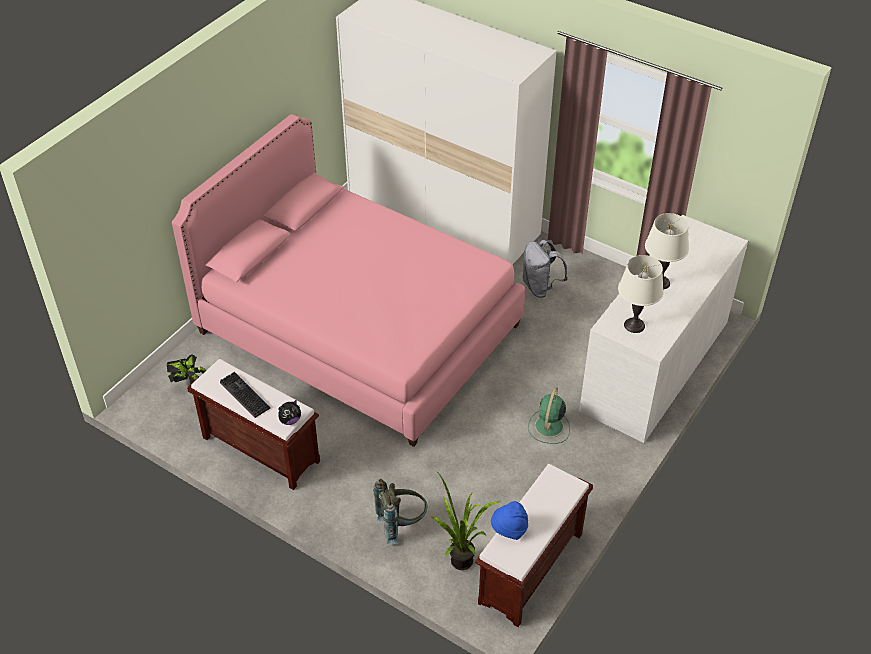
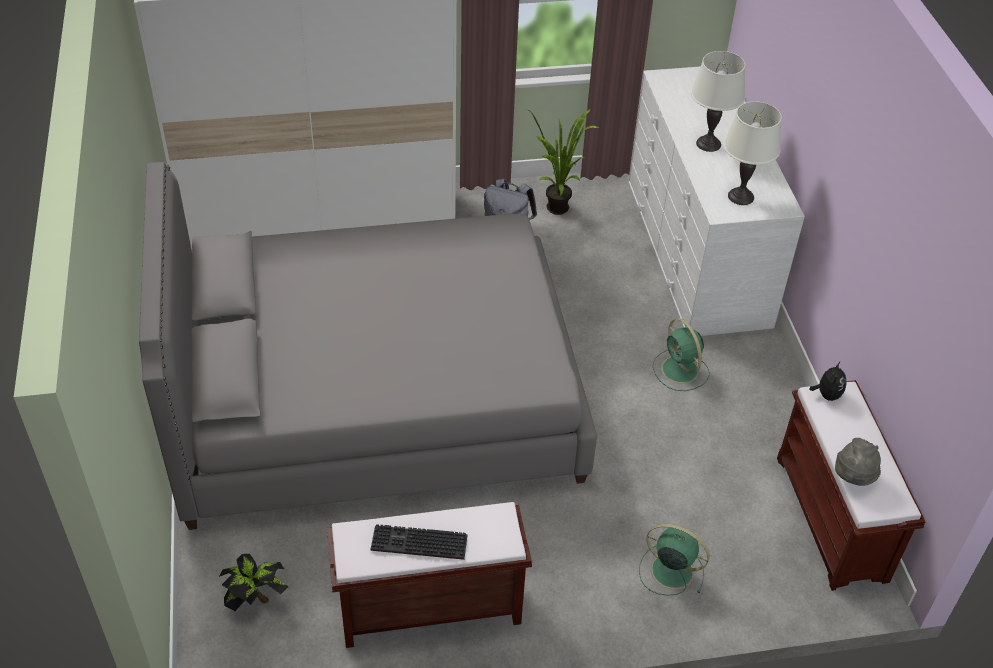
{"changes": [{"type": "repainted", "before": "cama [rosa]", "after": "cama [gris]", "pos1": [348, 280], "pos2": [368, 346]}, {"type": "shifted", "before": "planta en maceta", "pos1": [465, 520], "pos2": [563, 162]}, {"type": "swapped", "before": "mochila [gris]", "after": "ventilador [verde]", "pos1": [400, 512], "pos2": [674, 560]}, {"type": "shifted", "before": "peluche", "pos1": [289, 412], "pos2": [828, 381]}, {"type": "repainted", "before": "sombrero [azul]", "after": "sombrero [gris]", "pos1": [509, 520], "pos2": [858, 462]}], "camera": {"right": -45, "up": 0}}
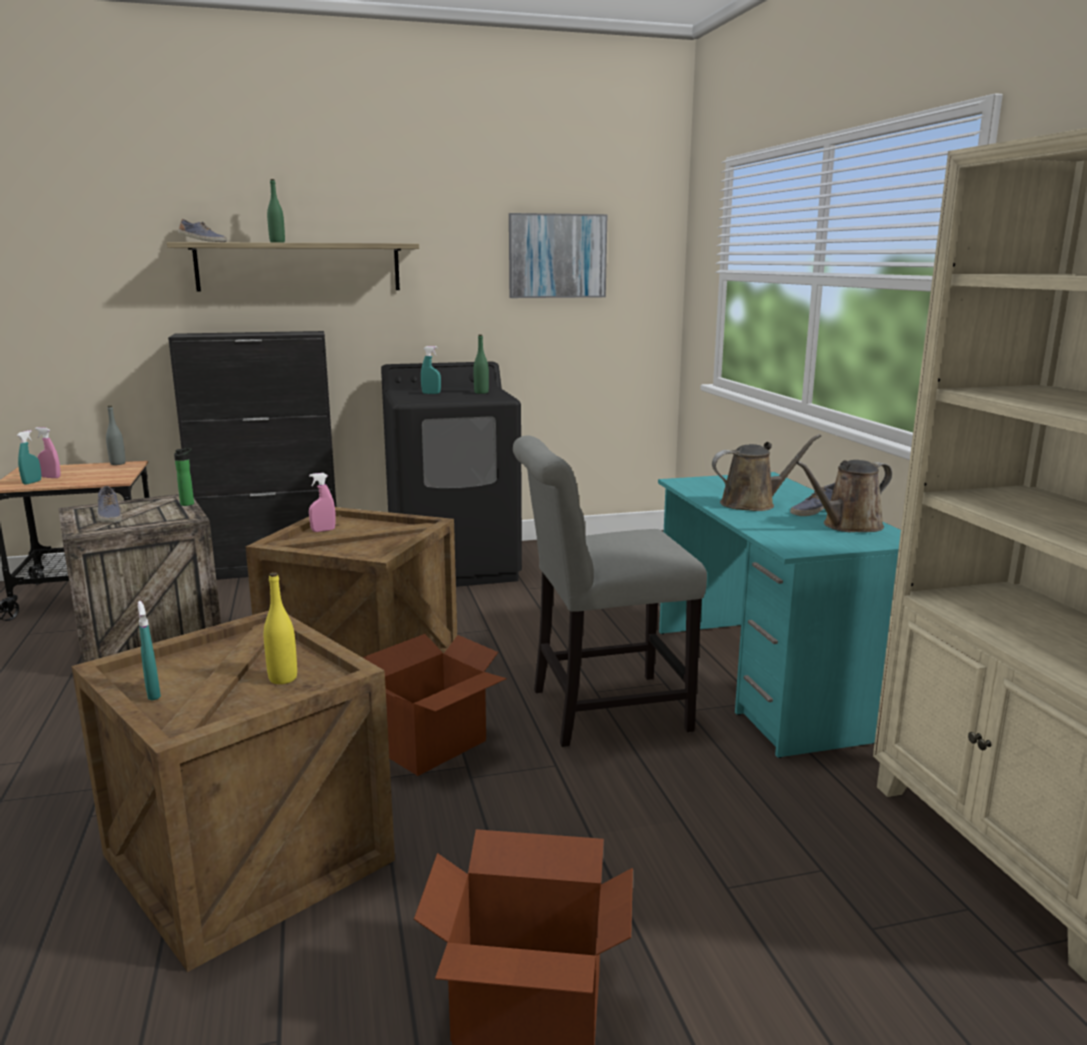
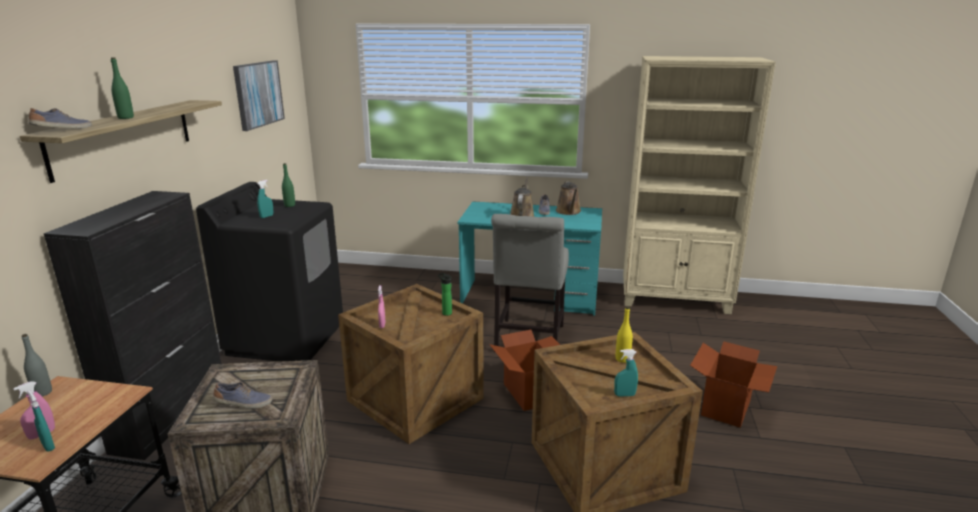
{"changes": [{"type": "shifted", "before": "botella", "pos1": [184, 477], "pos2": [445, 294]}], "camera": {"right": -65, "up": 5}}
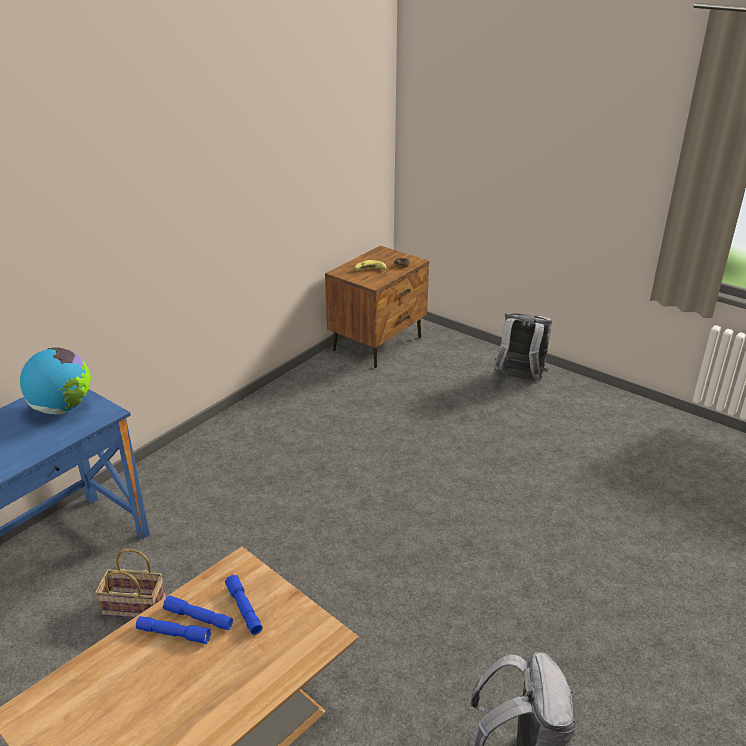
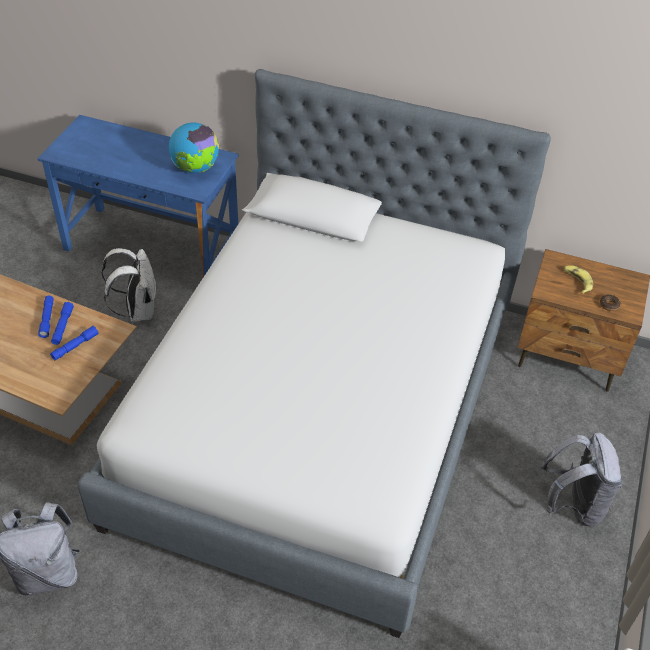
{"changes": [{"type": "new", "after": "cama", "pos2": [314, 353]}, {"type": "swapped", "before": "cesta", "after": "mochila [blanco]", "pos1": [130, 583], "pos2": [129, 285]}], "camera": {"right": 70, "up": 15}}
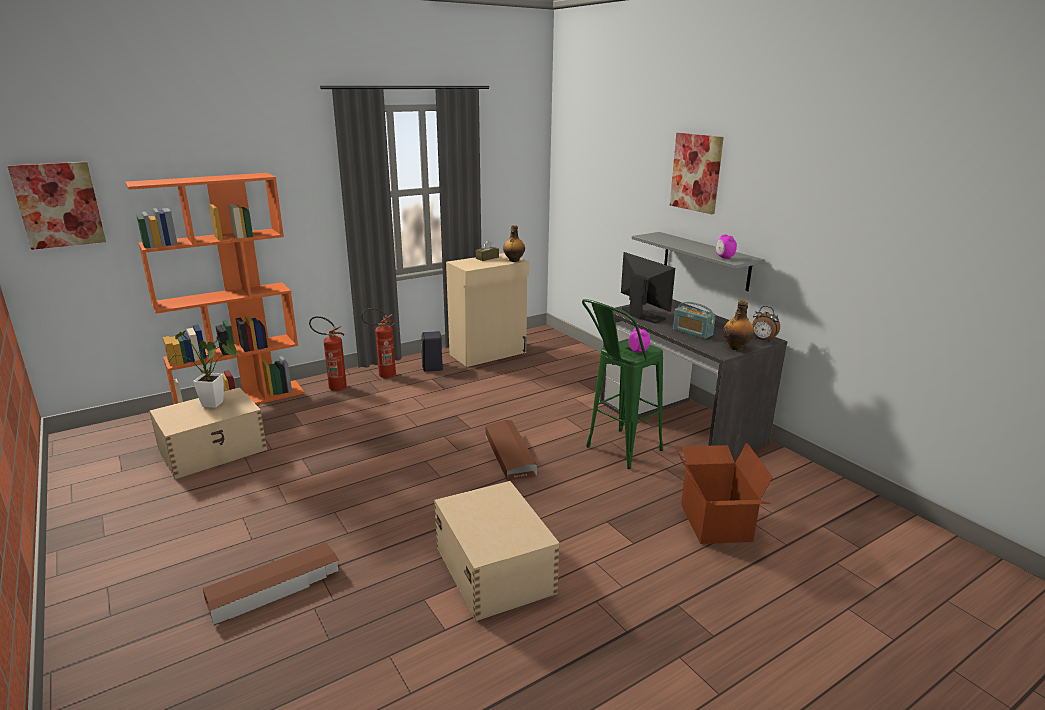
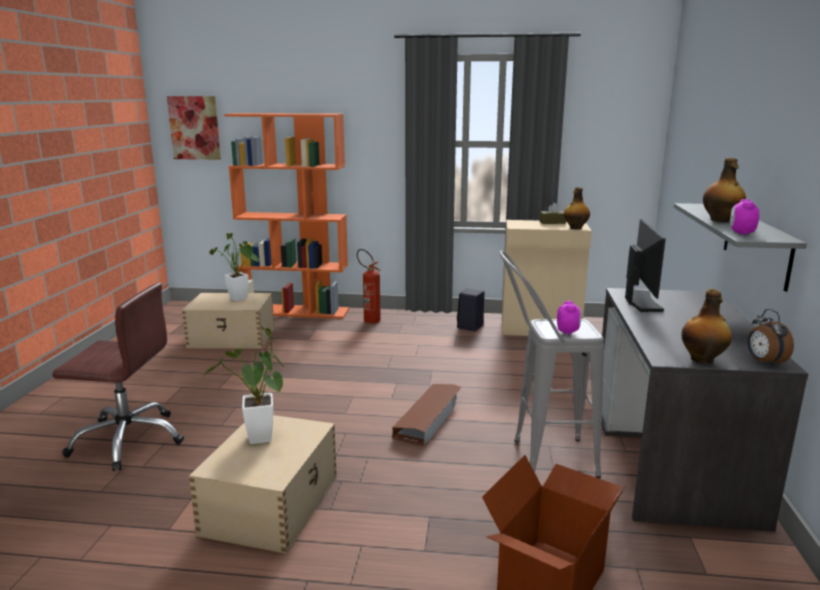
{"changes": [{"type": "swapped", "before": "caja de almacenaje [marrón]", "after": "silla de oficina [marrón]", "pos1": [271, 584], "pos2": [118, 377]}, {"type": "new", "after": "planta en maceta", "pos2": [243, 385]}, {"type": "repainted", "before": "taburete [verde]", "after": "taburete [gris]", "pos1": [622, 384], "pos2": [551, 364]}, {"type": "new", "after": "botella", "pos2": [724, 190]}, {"type": "gone", "before": "extintor", "pos1": [378, 343]}, {"type": "gone", "before": "cuadro", "pos1": [697, 173]}, {"type": "gone", "before": "radio", "pos1": [694, 320]}], "camera": {"right": 40, "up": -5}}
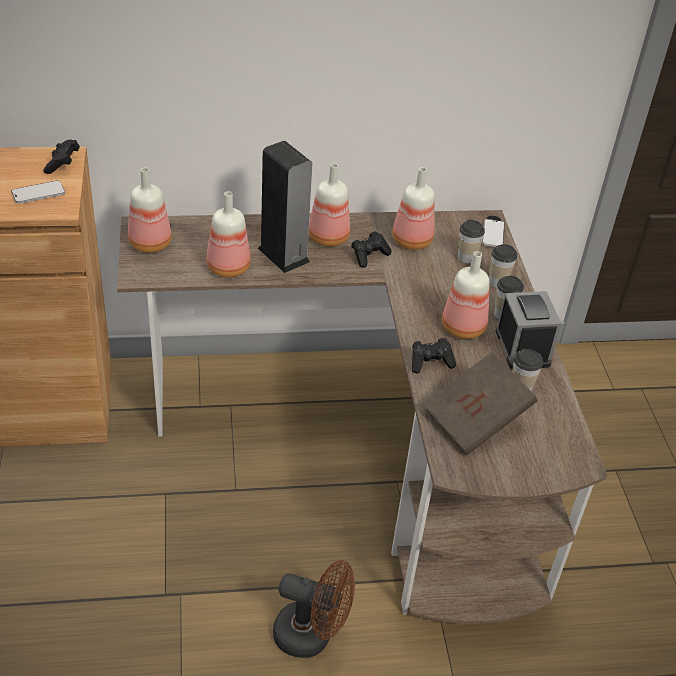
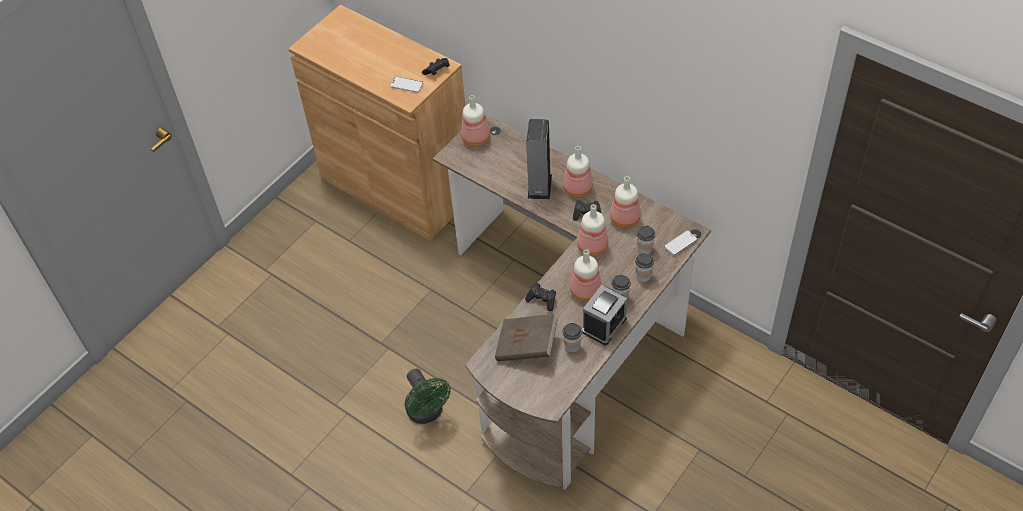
{"changes": [{"type": "repainted", "before": "ventilador [marrón]", "after": "ventilador [verde]", "pos1": [314, 609], "pos2": [428, 396]}, {"type": "shifted", "before": "botella", "pos1": [228, 234], "pos2": [592, 230]}], "camera": {"right": 50, "up": 10}}
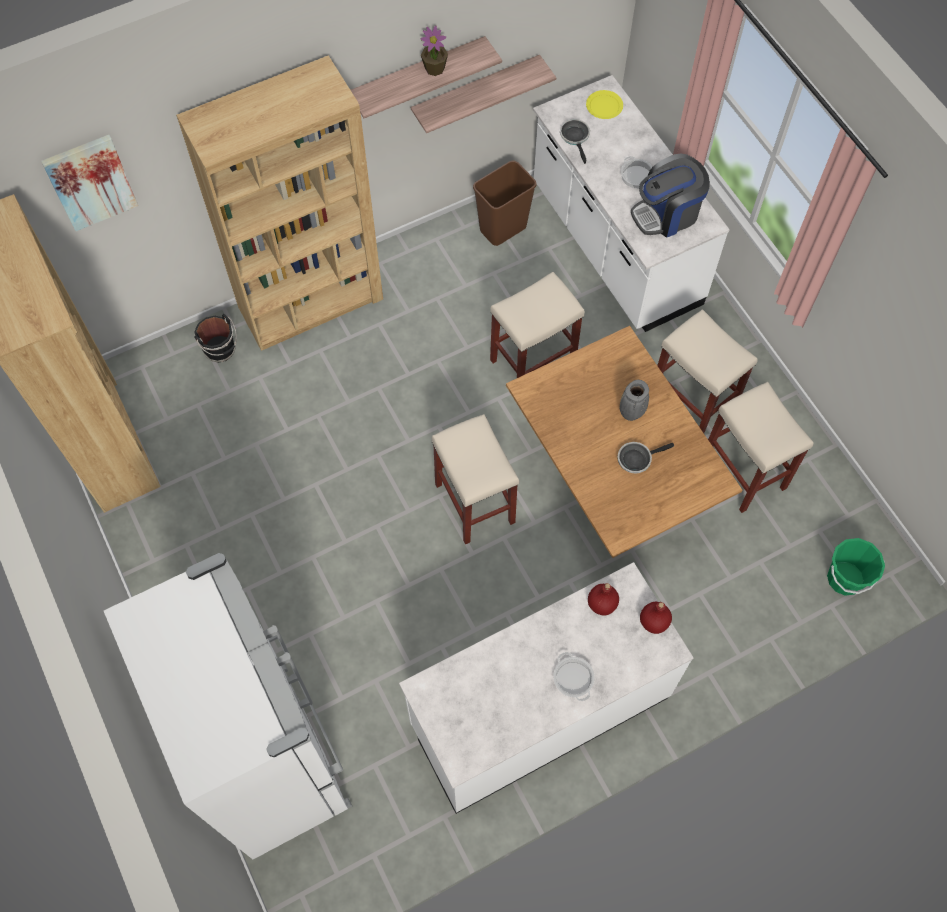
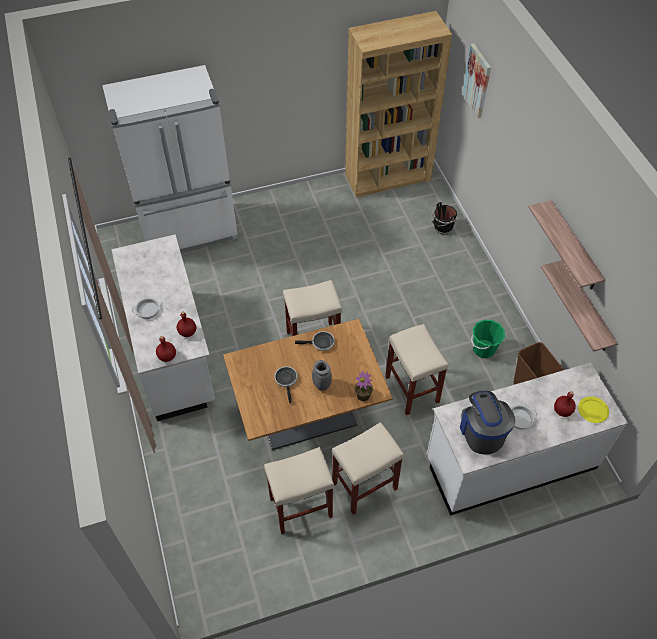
{"changes": [{"type": "shifted", "before": "sartén", "pos1": [575, 141], "pos2": [315, 341]}, {"type": "shifted", "before": "planta en maceta", "pos1": [434, 50], "pos2": [364, 386]}, {"type": "shifted", "before": "cubo [verde]", "pos1": [856, 567], "pos2": [488, 339]}, {"type": "new", "after": "botella [rojo]", "pos2": [565, 404]}, {"type": "gone", "before": "estantería [marrón]", "pos1": [279, 203]}], "camera": {"right": 100, "up": -10}}
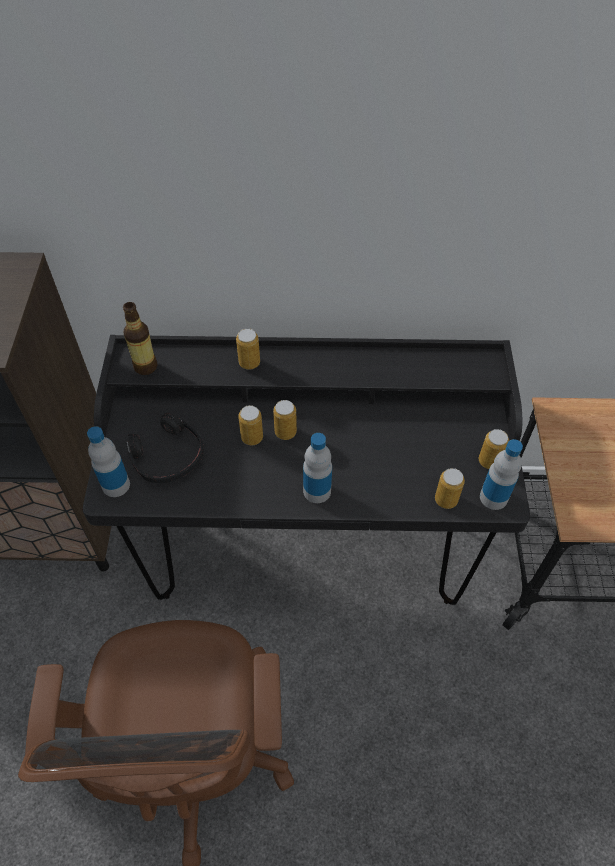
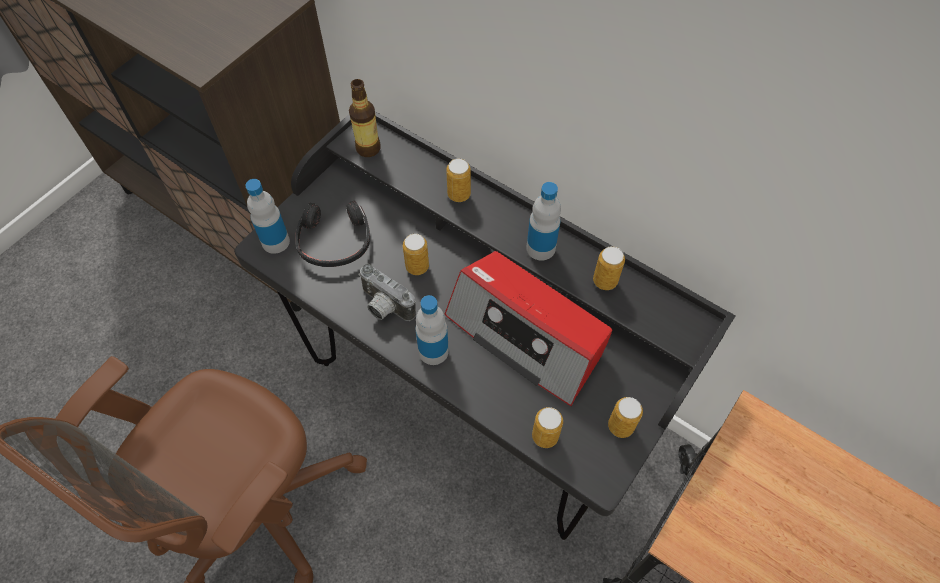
{"changes": [{"type": "new", "after": "cámara", "pos2": [387, 292]}, {"type": "new", "after": "radio", "pos2": [529, 328]}, {"type": "shifted", "before": "botella", "pos1": [501, 474], "pos2": [543, 221]}, {"type": "shifted", "before": "lata", "pos1": [285, 420], "pos2": [609, 268]}], "camera": {"right": 35, "up": 5}}
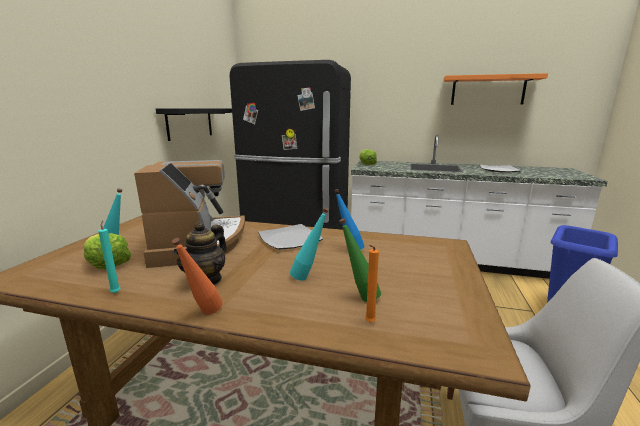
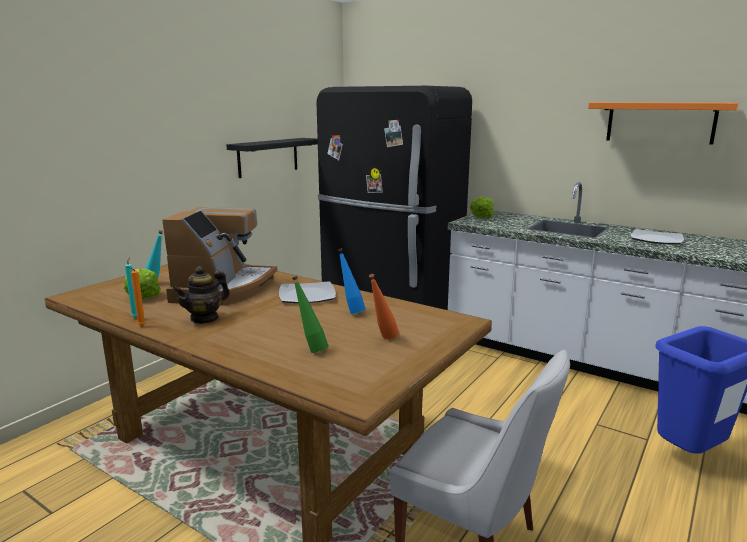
{"changes": [{"type": "shifted", "before": "vela [naranja]", "pos1": [372, 284], "pos2": [136, 296]}, {"type": "shifted", "before": "botella [naranja]", "pos1": [197, 276], "pos2": [384, 306]}, {"type": "gone", "before": "botella [turquesa]", "pos1": [309, 244]}], "camera": {"right": 20, "up": 0}}
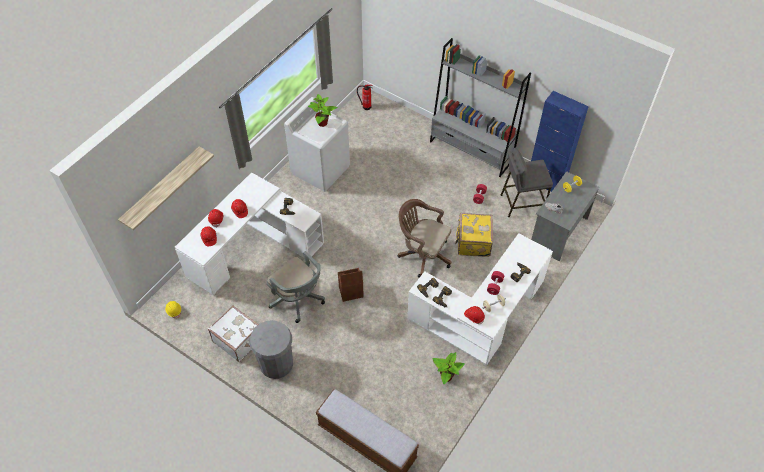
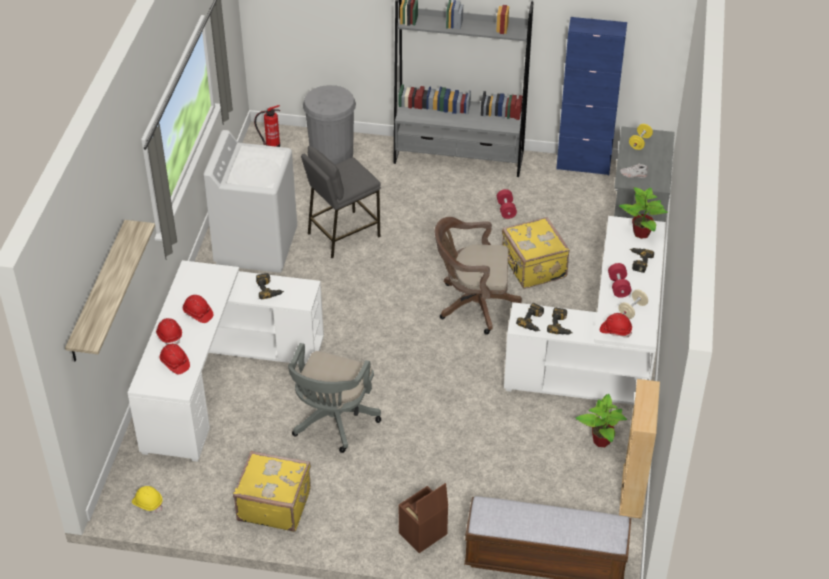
{"changes": [{"type": "repainted", "before": "maleta [blanco]", "after": "maleta [amarillo]", "pos1": [233, 333], "pos2": [272, 491]}, {"type": "rotated", "before": "silla de oficina [gris]", "pos1": [295, 287], "pos2": [334, 398], "turn": 90}, {"type": "shifted", "before": "taburete [gris]", "pos1": [527, 182], "pos2": [341, 202]}, {"type": "shifted", "before": "papelera [gris]", "pos1": [271, 349], "pos2": [329, 125]}, {"type": "shifted", "before": "caja de almacenaje [marrón]", "pos1": [351, 285], "pos2": [423, 518]}, {"type": "shifted", "before": "planta en maceta", "pos1": [322, 110], "pos2": [643, 213]}, {"type": "new", "after": "estantería [beis]", "pos2": [639, 449]}], "camera": {"right": -25, "up": -10}}
